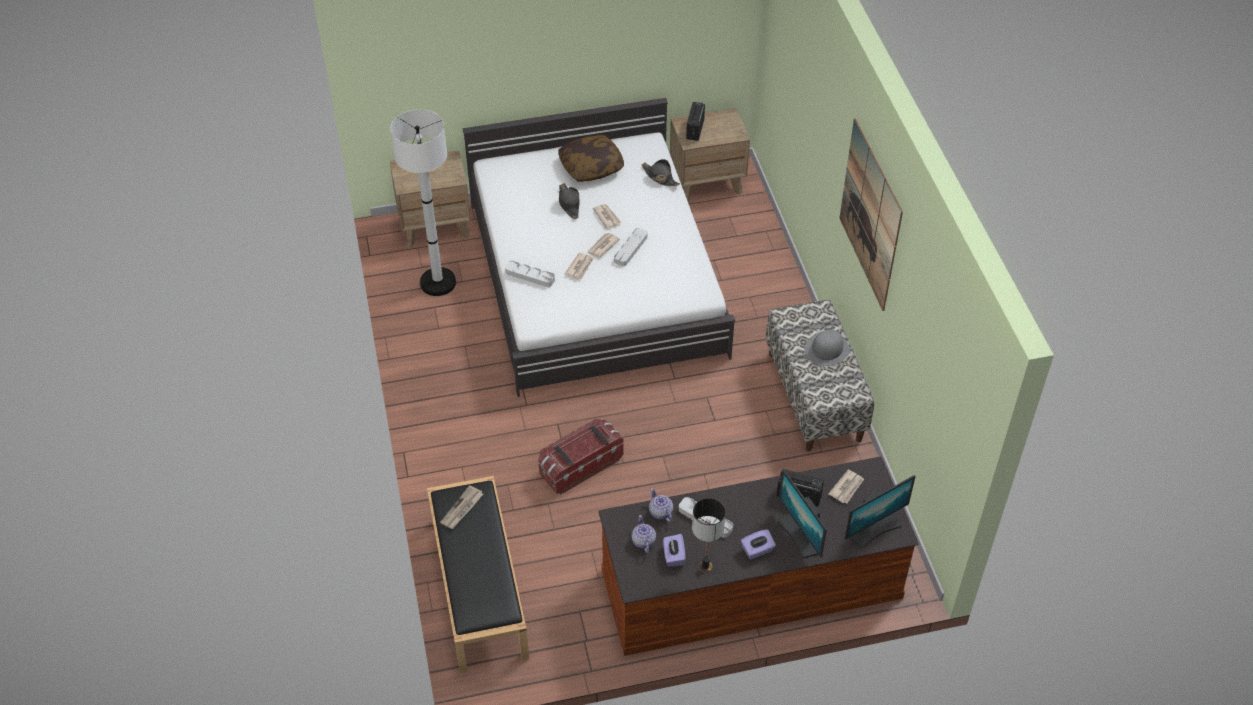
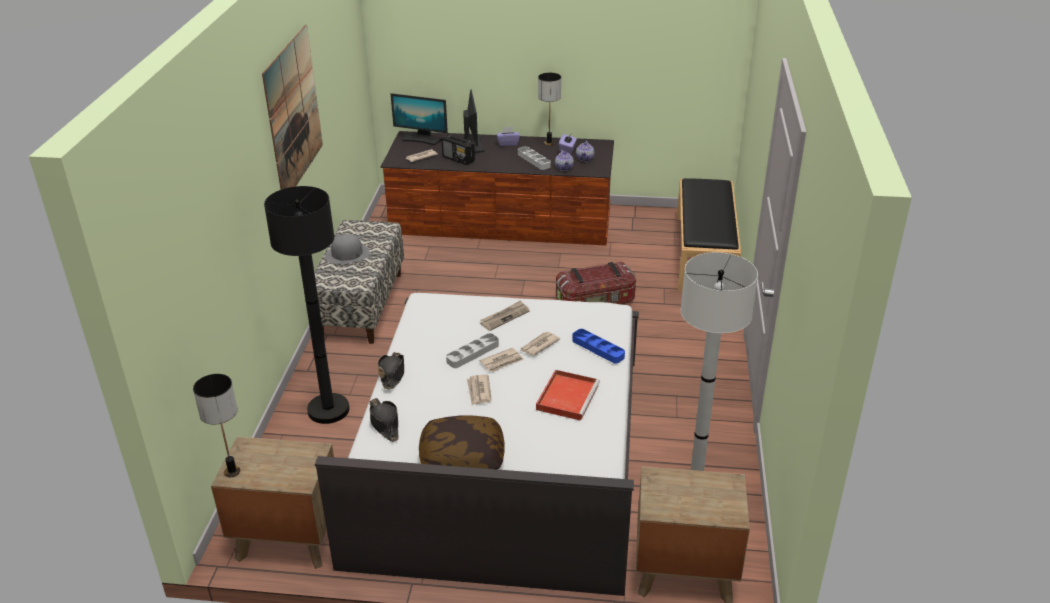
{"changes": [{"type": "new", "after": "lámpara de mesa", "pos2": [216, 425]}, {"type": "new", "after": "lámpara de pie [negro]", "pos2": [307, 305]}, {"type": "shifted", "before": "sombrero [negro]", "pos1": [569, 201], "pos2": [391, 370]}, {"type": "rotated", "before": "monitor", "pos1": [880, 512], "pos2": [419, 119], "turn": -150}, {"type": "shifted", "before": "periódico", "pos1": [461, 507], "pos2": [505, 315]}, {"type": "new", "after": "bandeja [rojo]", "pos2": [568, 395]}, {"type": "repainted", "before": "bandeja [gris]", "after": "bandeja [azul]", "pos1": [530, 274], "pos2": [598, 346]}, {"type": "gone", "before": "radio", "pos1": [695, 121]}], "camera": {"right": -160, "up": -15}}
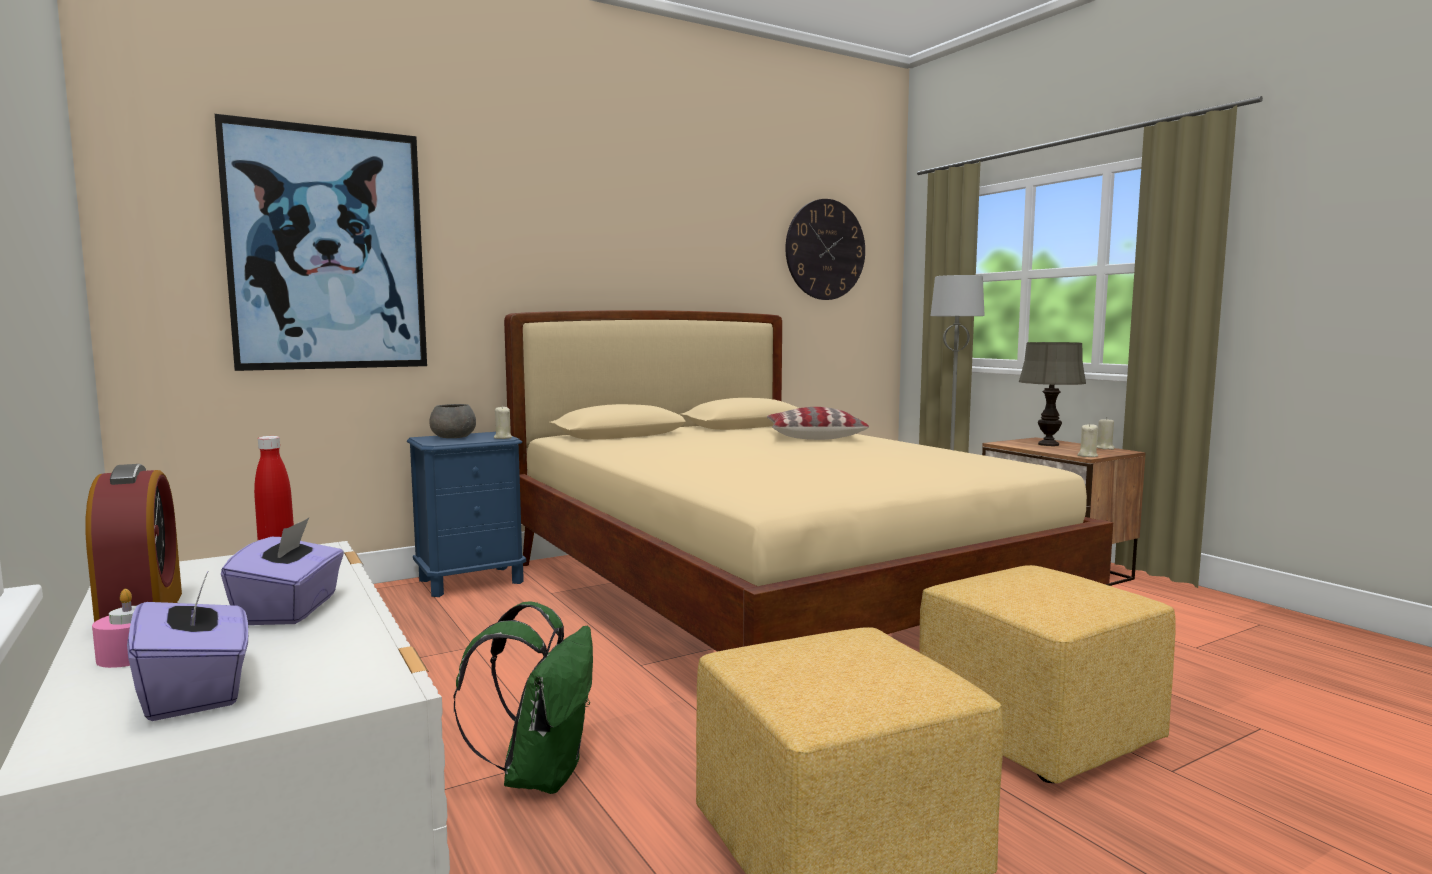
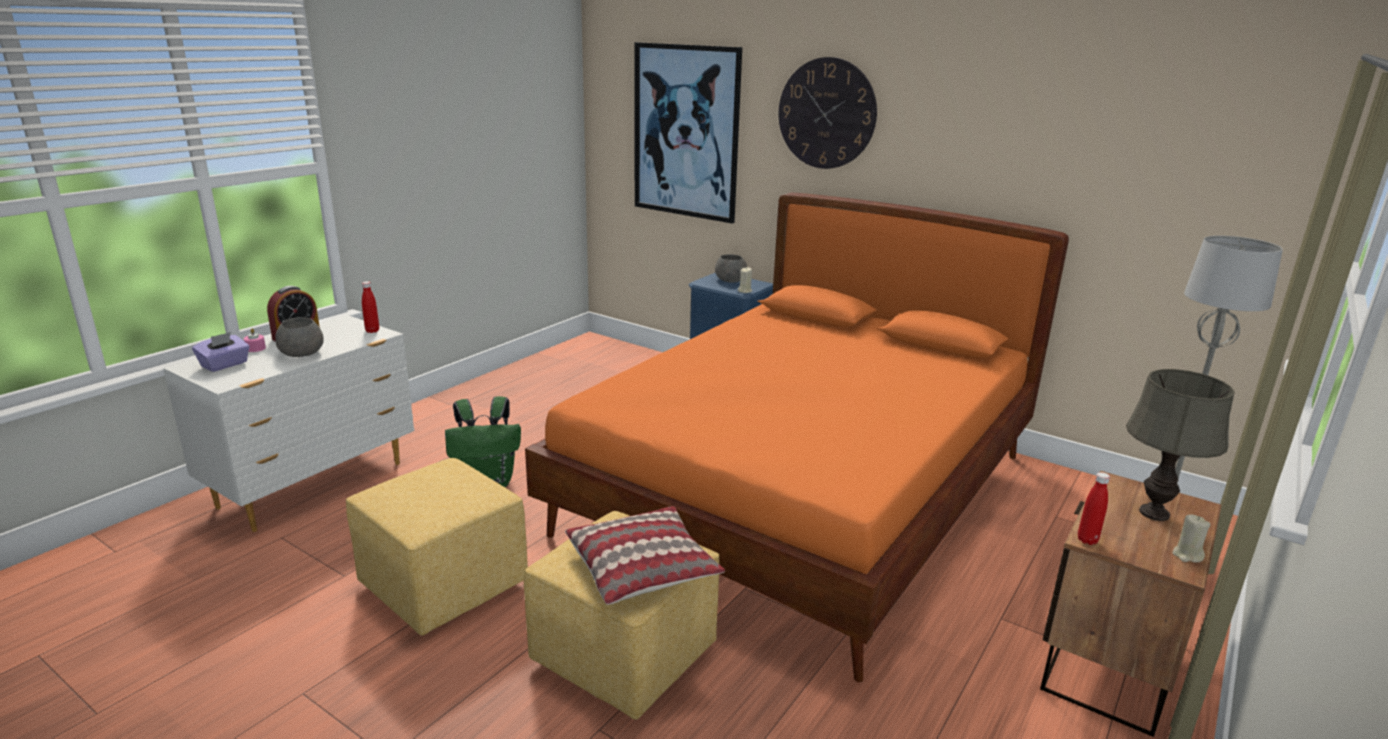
{"changes": [{"type": "swapped", "before": "caja de pañuelos [morado]", "after": "cuenco [gris]", "pos1": [282, 571], "pos2": [299, 337]}, {"type": "repainted", "before": "cama [beis]", "after": "cama [naranja]", "pos1": [808, 481], "pos2": [797, 437]}, {"type": "shifted", "before": "cojín", "pos1": [818, 423], "pos2": [645, 555]}, {"type": "shifted", "before": "reloj de pared", "pos1": [825, 249], "pos2": [828, 113]}, {"type": "swapped", "before": "vela [beis]", "after": "botella [rojo]", "pos1": [1087, 440], "pos2": [1094, 508]}], "camera": {"right": 65, "up": 15}}
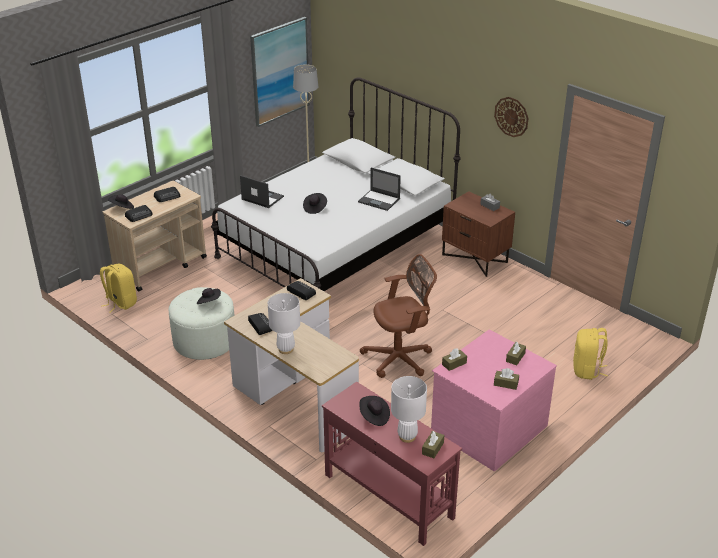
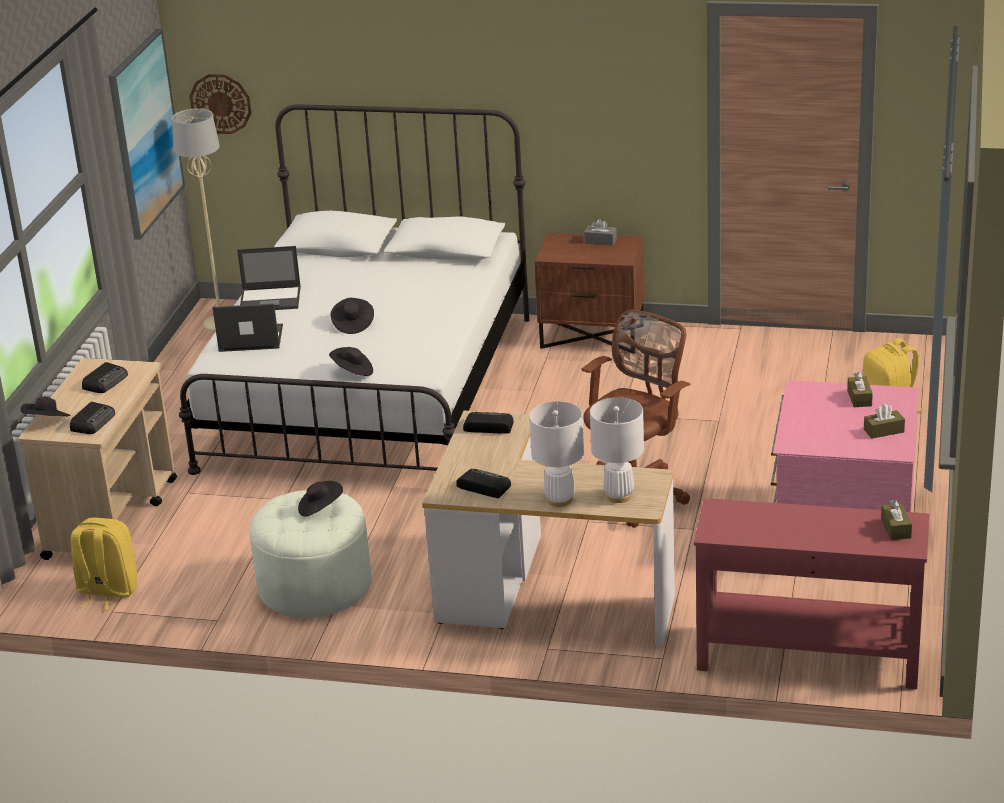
{"changes": [{"type": "shifted", "before": "reloj de pared", "pos1": [511, 117], "pos2": [221, 104]}, {"type": "shifted", "before": "portátil", "pos1": [379, 189], "pos2": [269, 278]}, {"type": "shifted", "before": "sombrero [negro]", "pos1": [375, 411], "pos2": [351, 361]}, {"type": "shifted", "before": "lámpara de mesa [blanco]", "pos1": [409, 409], "pos2": [617, 450]}, {"type": "gone", "before": "caja de pañuelos [marrón]", "pos1": [454, 359]}], "camera": {"right": -30, "up": -5}}
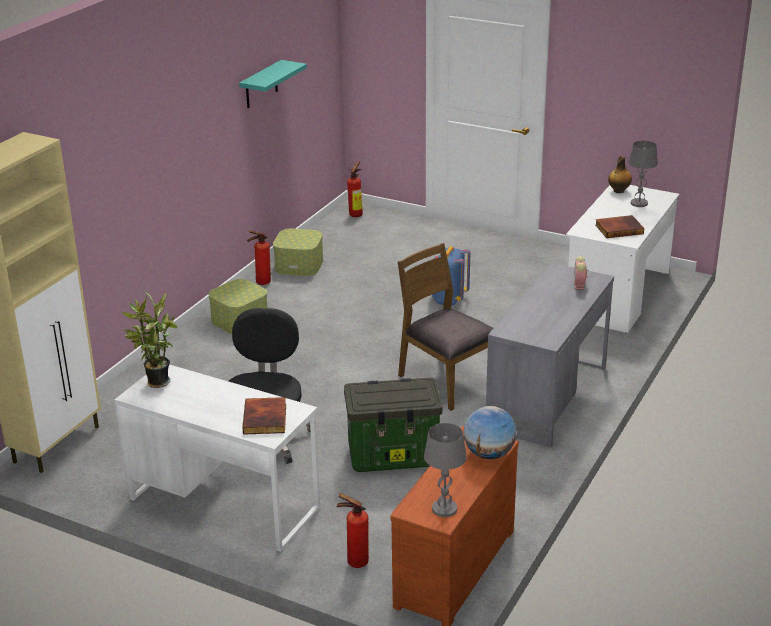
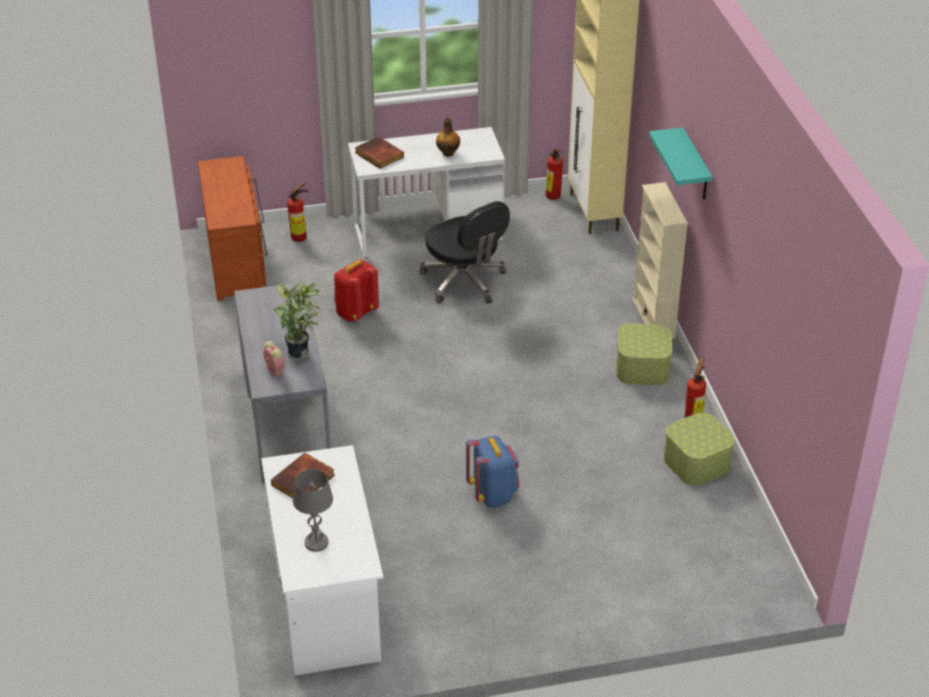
{"changes": [{"type": "shifted", "before": "planta en maceta", "pos1": [149, 340], "pos2": [297, 321]}, {"type": "swapped", "before": "caja de almacenaje", "after": "mochila [rojo]", "pos1": [393, 425], "pos2": [356, 291]}, {"type": "shifted", "before": "botella", "pos1": [620, 174], "pos2": [448, 137]}, {"type": "shifted", "before": "extintor", "pos1": [355, 189], "pos2": [554, 174]}, {"type": "new", "after": "estantería [beis]", "pos2": [660, 260]}, {"type": "shifted", "before": "estante [turquesa]", "pos1": [273, 84], "pos2": [681, 163]}, {"type": "gone", "before": "silla [marrón]", "pos1": [445, 327]}, {"type": "gone", "before": "lámpara de mesa [gris]", "pos1": [445, 470]}, {"type": "gone", "before": "globo terráqueo", "pos1": [490, 432]}], "camera": {"right": 140, "up": 10}}
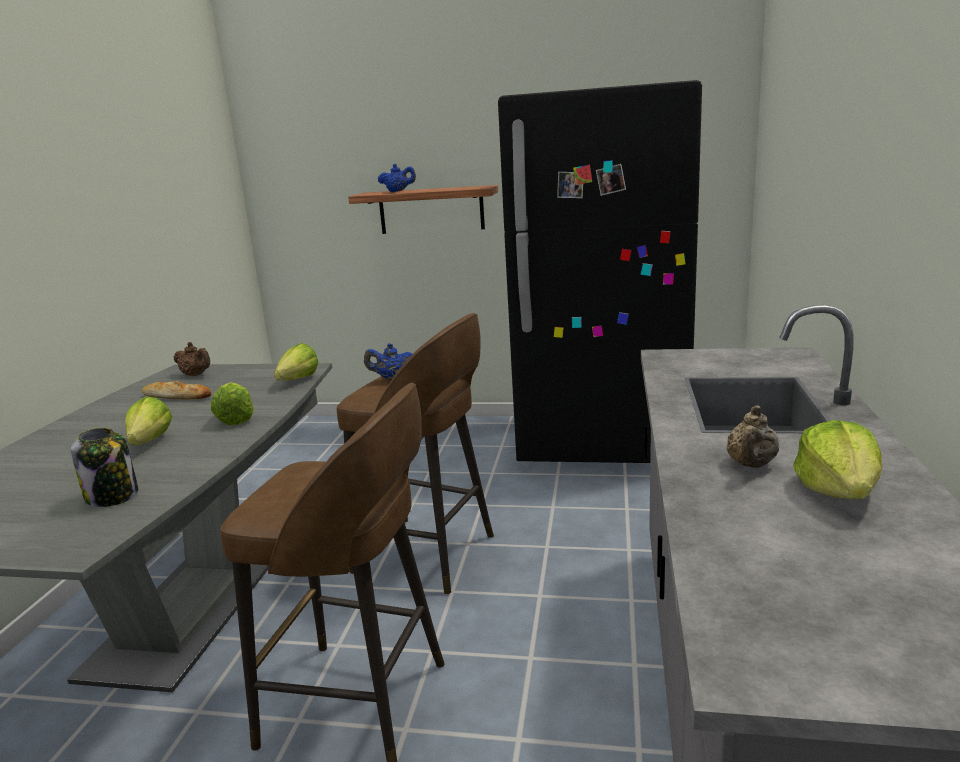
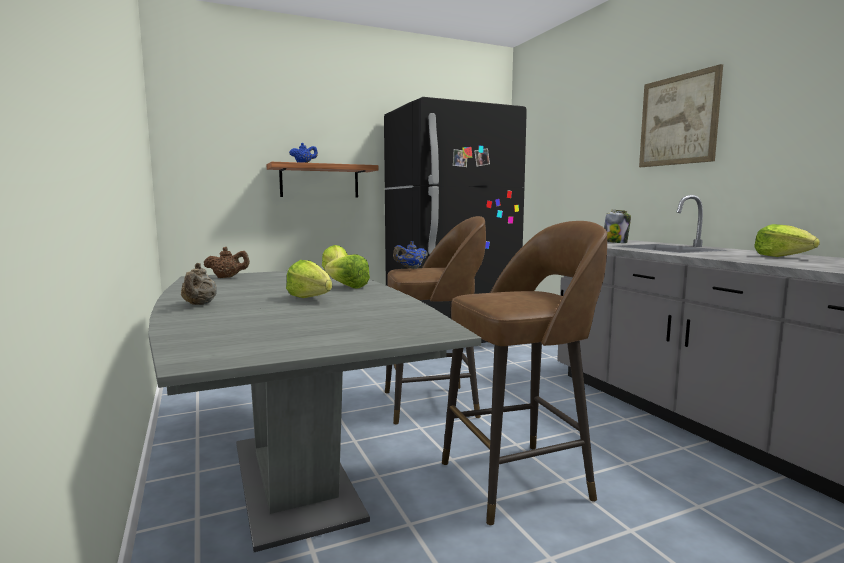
{"changes": [{"type": "shifted", "before": "tetera [beis]", "pos1": [752, 436], "pos2": [199, 284]}, {"type": "shifted", "before": "tarro", "pos1": [104, 467], "pos2": [617, 226]}, {"type": "new", "after": "cuadro", "pos2": [681, 115]}, {"type": "gone", "before": "pan", "pos1": [176, 390]}], "camera": {"right": -35, "up": -10}}
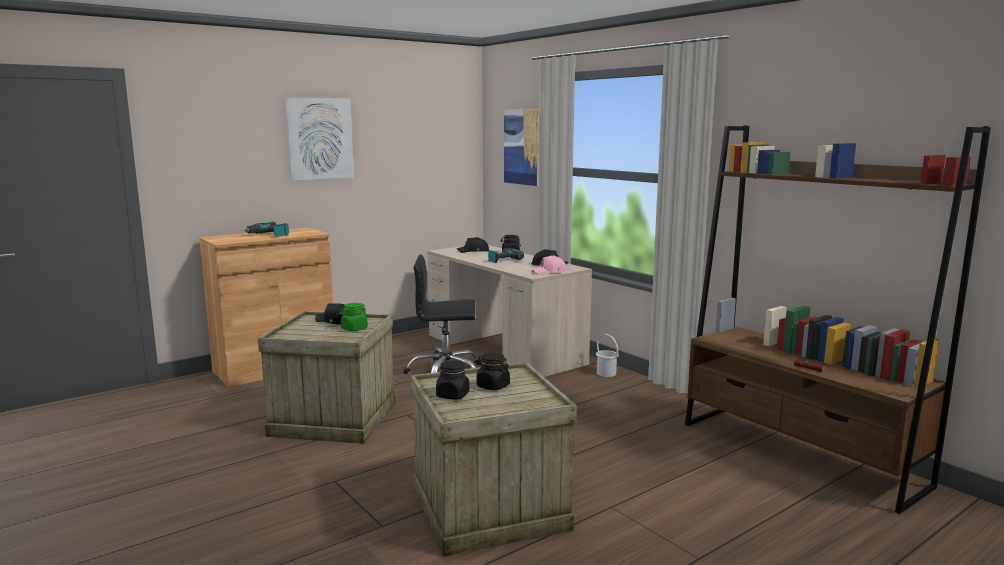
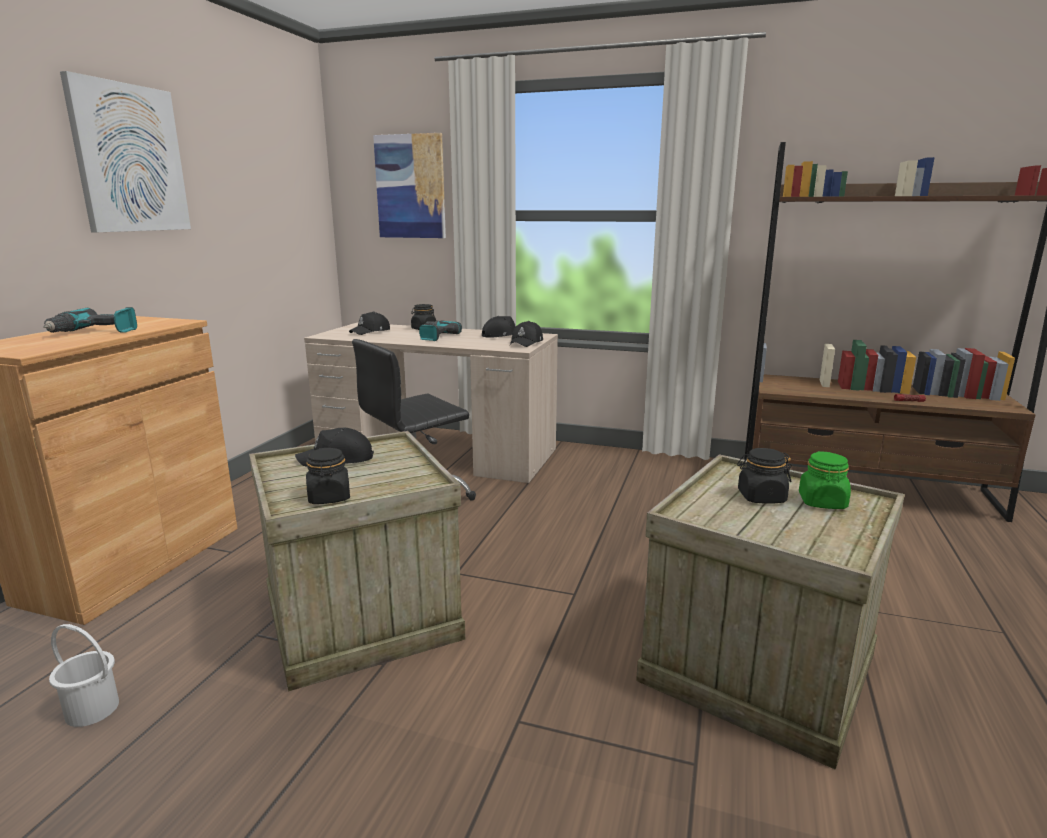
{"changes": [{"type": "shifted", "before": "cubo [blanco]", "pos1": [607, 355], "pos2": [84, 675]}, {"type": "shifted", "before": "tarro [negro]", "pos1": [453, 380], "pos2": [328, 475]}, {"type": "repainted", "before": "gorra [rosa]", "after": "gorra [negro]", "pos1": [549, 265], "pos2": [526, 334]}, {"type": "shifted", "before": "tarro [verde]", "pos1": [354, 317], "pos2": [825, 480]}], "camera": {"right": -35, "up": 5}}
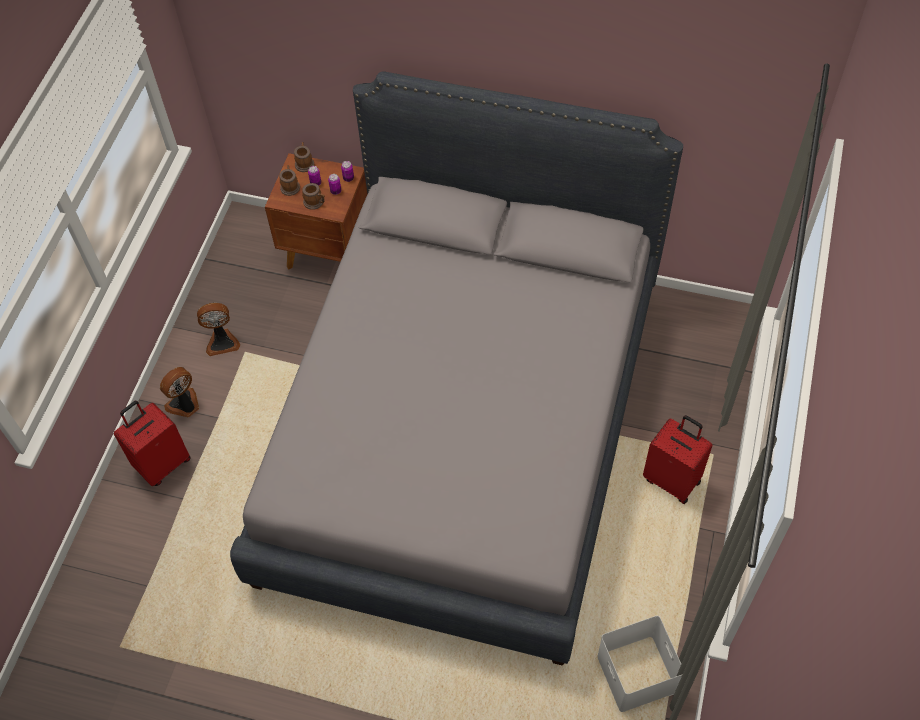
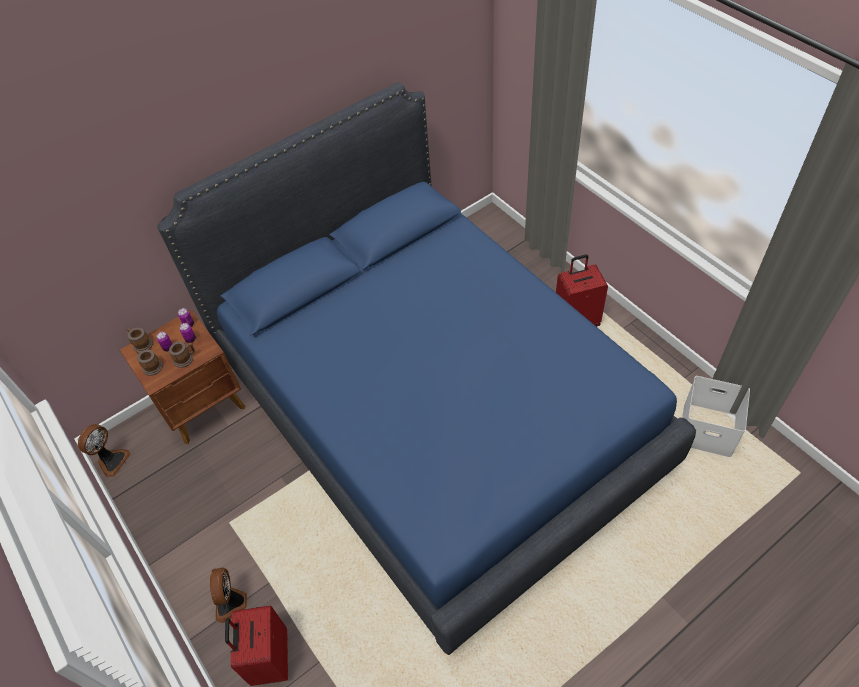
{"changes": [{"type": "shifted", "before": "ventilador", "pos1": [218, 329], "pos2": [104, 451]}, {"type": "repainted", "before": "cama [gris]", "after": "cama [azul]", "pos1": [456, 368], "pos2": [426, 369]}], "camera": {"right": -50, "up": -5}}
